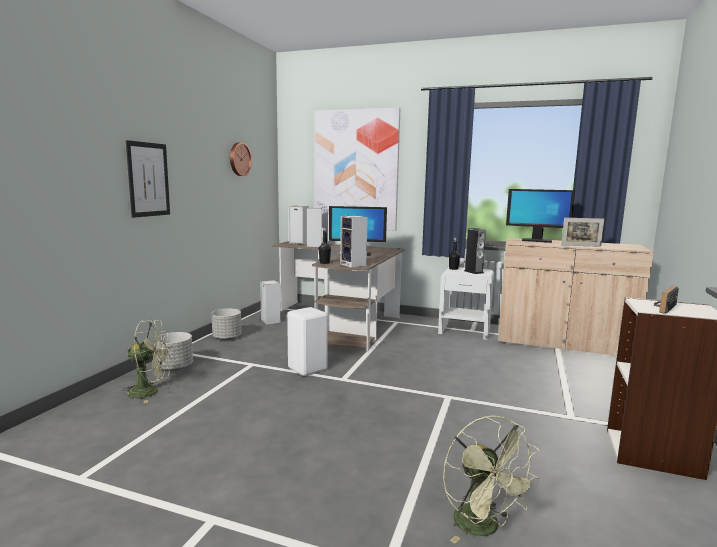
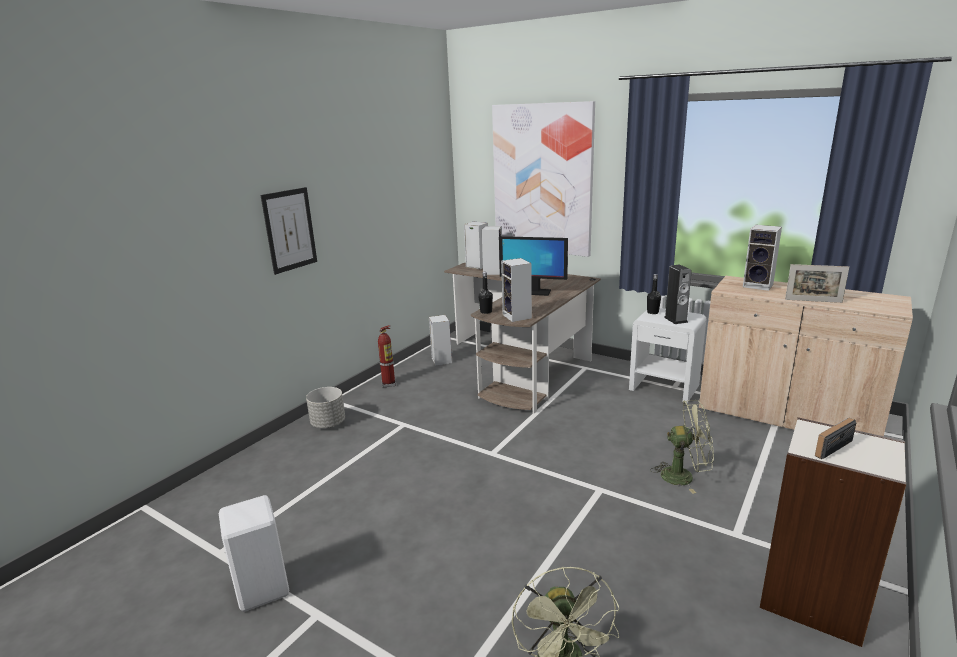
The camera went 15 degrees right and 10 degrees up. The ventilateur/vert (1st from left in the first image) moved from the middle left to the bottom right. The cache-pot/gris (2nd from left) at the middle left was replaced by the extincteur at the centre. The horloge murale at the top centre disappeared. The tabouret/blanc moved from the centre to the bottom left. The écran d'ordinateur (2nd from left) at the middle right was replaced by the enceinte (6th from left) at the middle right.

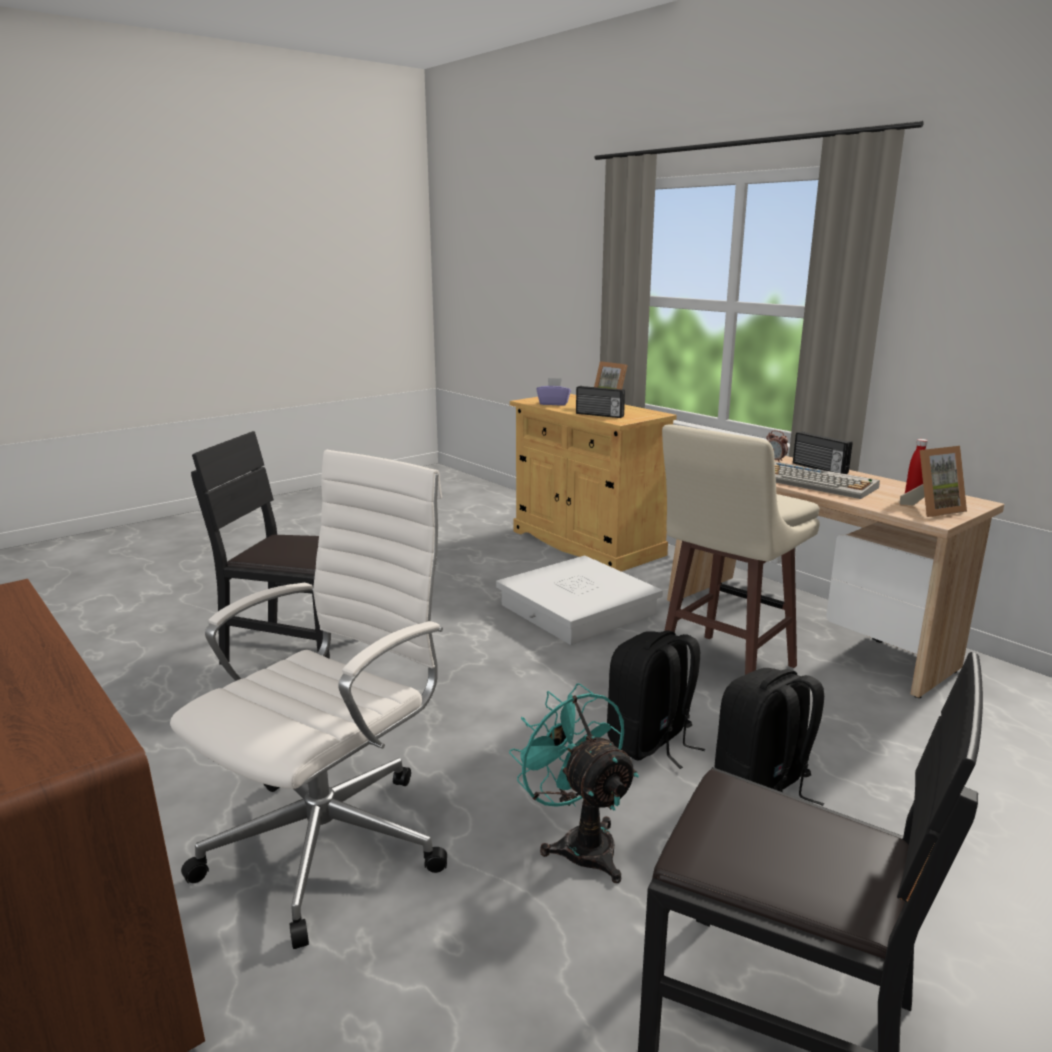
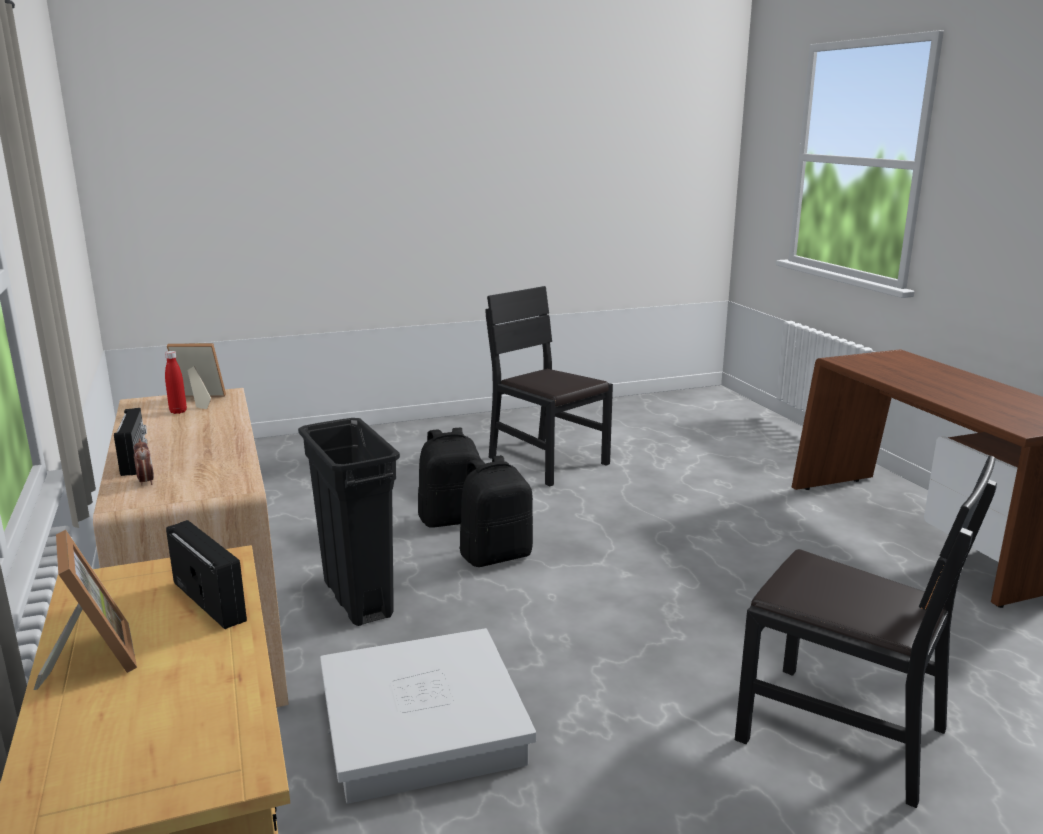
The camera went 160 degrees left and 0 degrees up. The chaise de bureau/blanc at the middle left disappeared. The ventilateur/turquoise at the bottom centre disappeared. The boîte à mouchoirs/violet at the centre disappeared. The tabouret/beige at the middle right was replaced by the poubelle/noir at the centre. The clavier at the middle right disappeared.

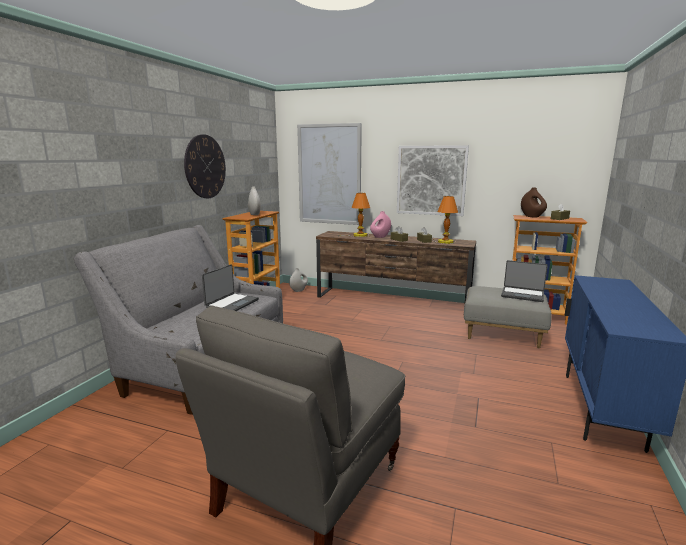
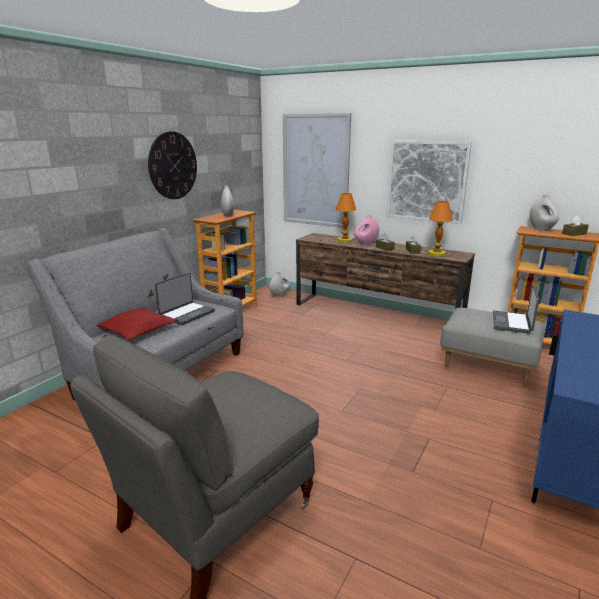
The camera went 10 degrees right and 5 degrees up. The ordinateur portable (2nd from left) at the middle right turned 75 degrees clockwise. The vase/marron at the middle right became the vase/blanc (3rd from left) at the middle right. The coussin/rouge at the middle left appeared.

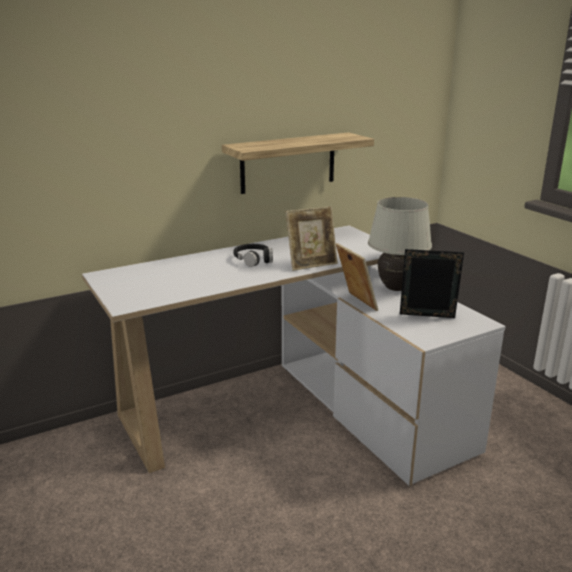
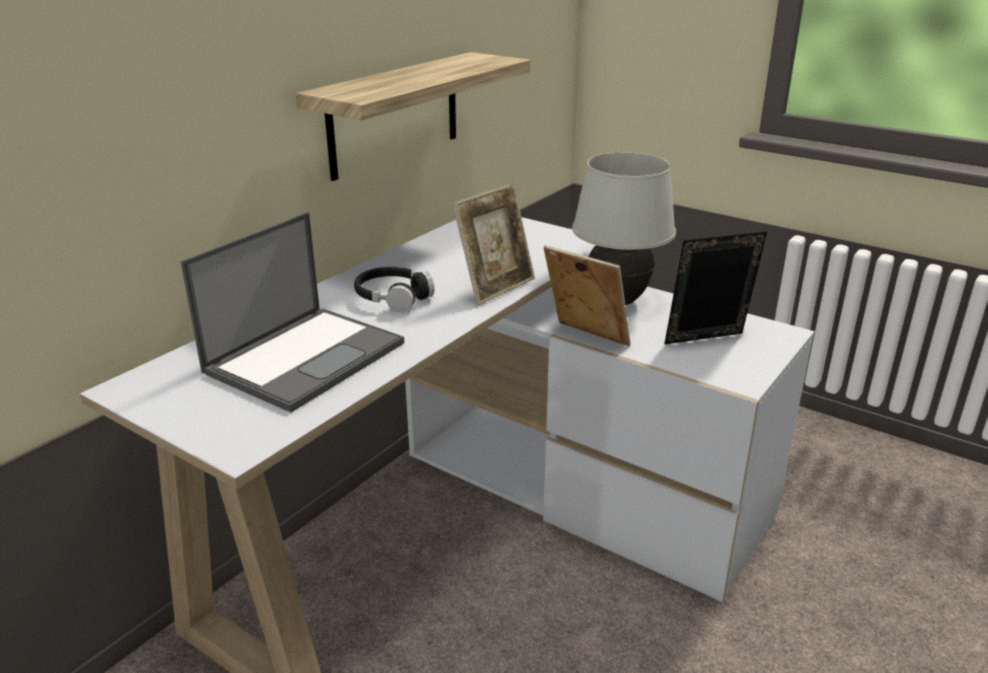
The camera went 25 degrees left and 5 degrees up. The ordinateur portable at the middle left appeared.

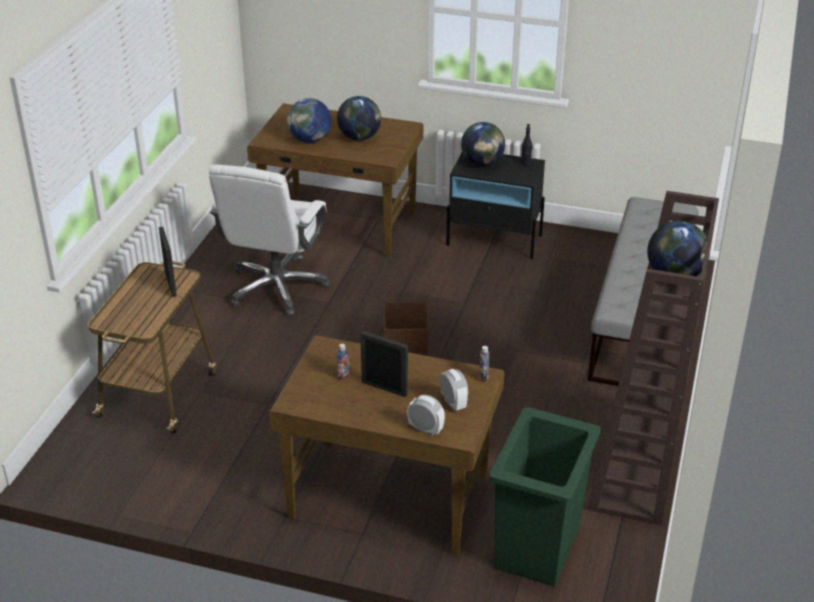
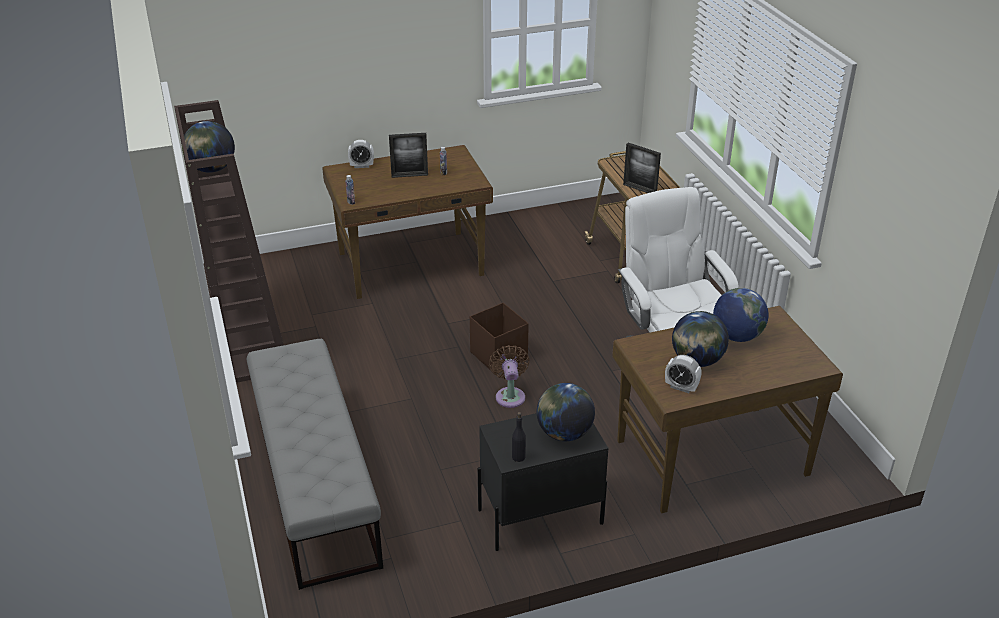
The camera went 145 degrees right and 0 degrees up. The réveil (2nd from left) moved from the centre to the middle right. The poubelle/vert at the bottom right disappeared. The ventilateur/marron at the centre appeared.

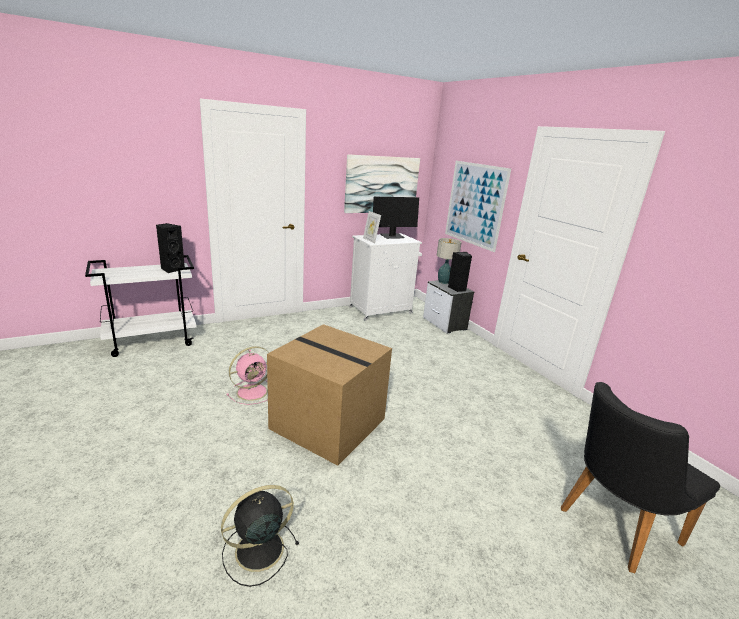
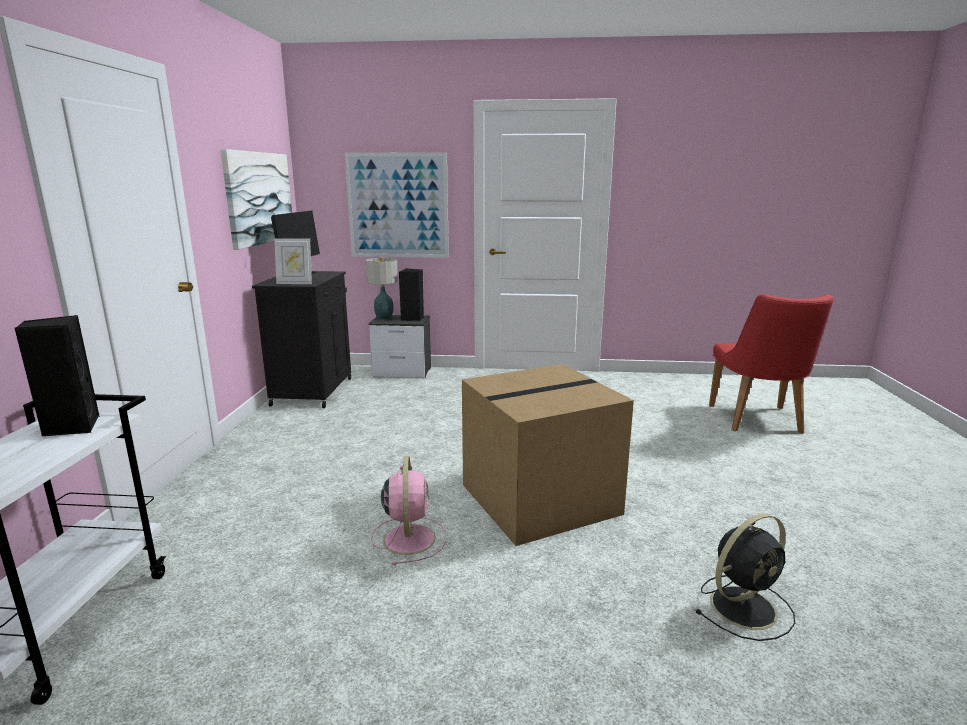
The camera went 55 degrees left and 5 degrees down. The ventilateur/noir at the bottom centre turned 120 degrees counterclockwise. The meuble de rangement/blanc at the centre became the meuble de rangement/noir at the middle left. The chaise/noir at the bottom right became the chaise/rouge at the middle right.

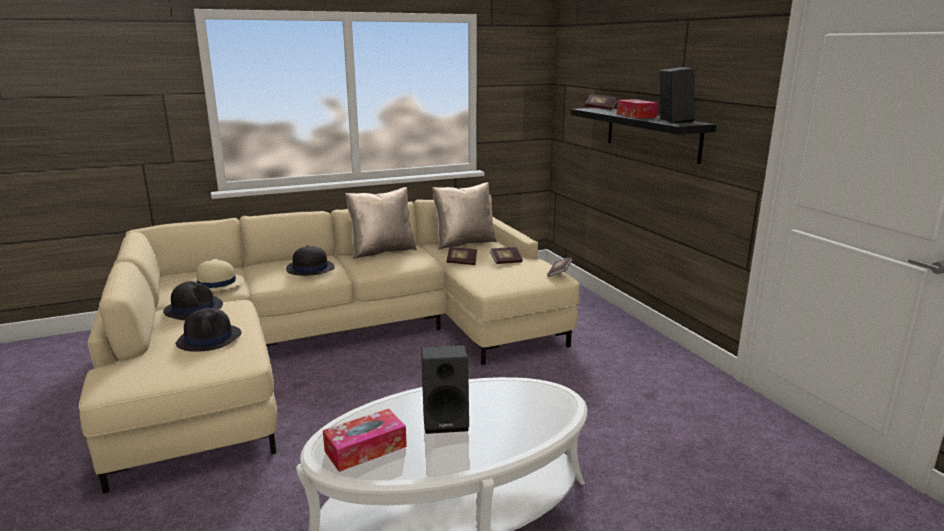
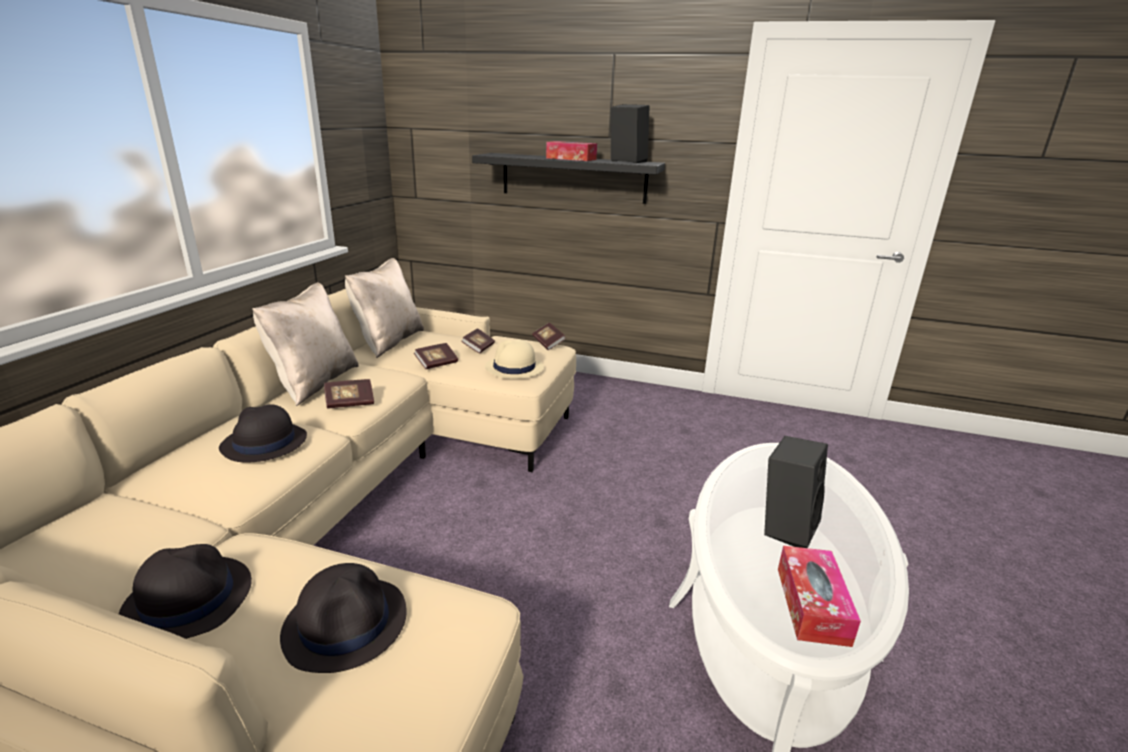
The camera went 50 degrees left and 5 degrees up. The chapeau/beige moved from the middle left to the centre. The livre (4th from left in the first image) moved from the top centre to the middle left.

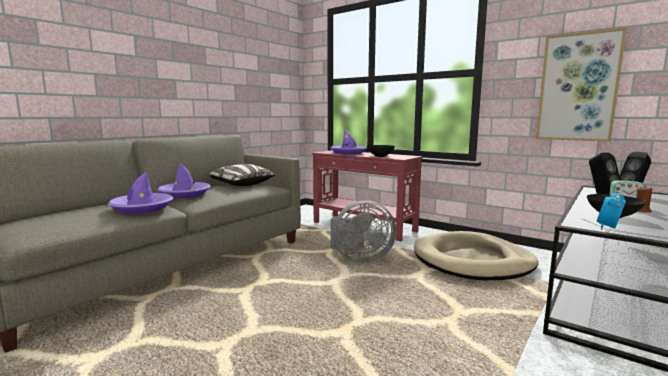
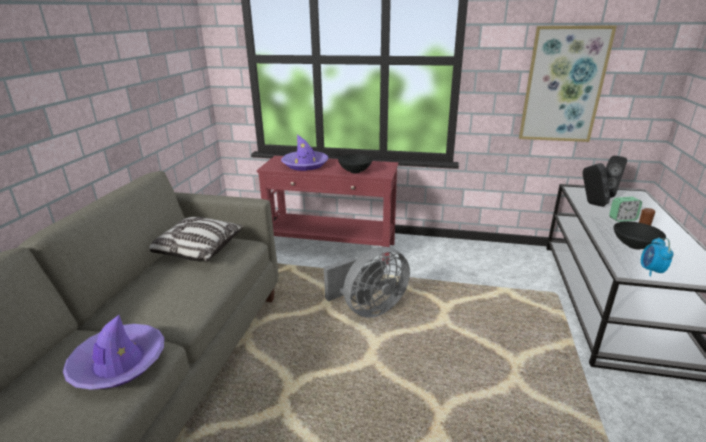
The camera went 25 degrees left and 15 degrees up. The chapeau/violet (2nd from left) at the middle left disappeared. The panier pour chien/beige at the bottom right disappeared.

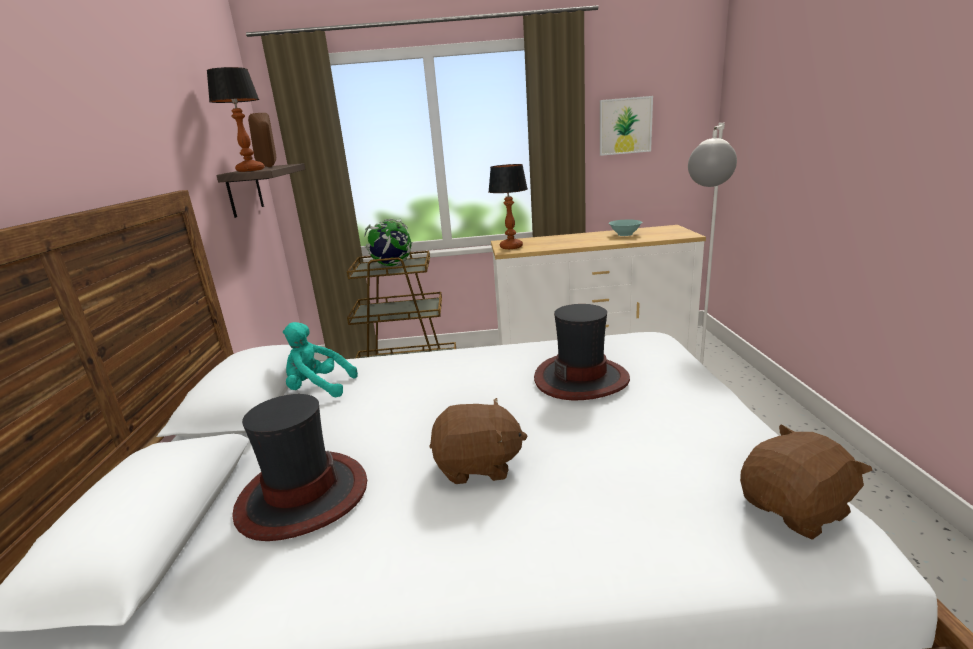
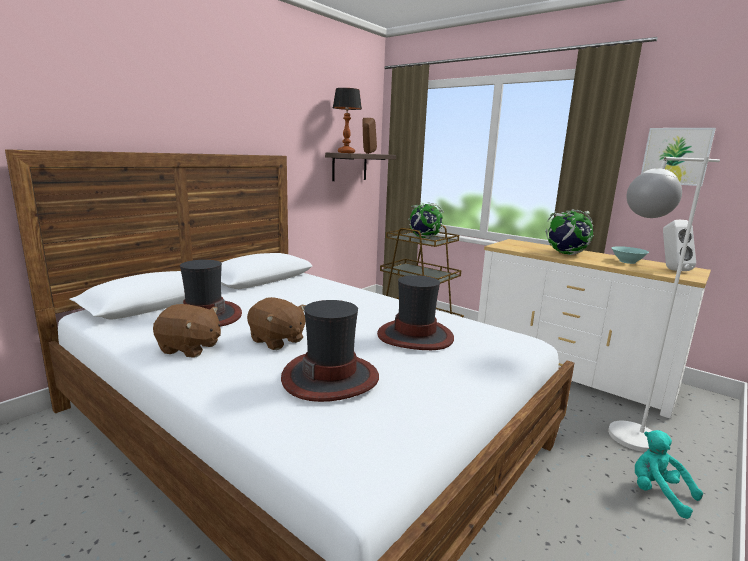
The camera went 40 degrees right and 5 degrees down. The peluche/turquoise moved from the middle left to the bottom right. The lampe de table (2nd from left) at the top centre disappeared. The peluche/marron (2nd from left in the first image) moved from the bottom right to the middle left. The chapeau (2nd from left) at the centre appeared. The globe (2nd from left) at the middle right appeared. The enceinte/blanc at the middle right appeared.

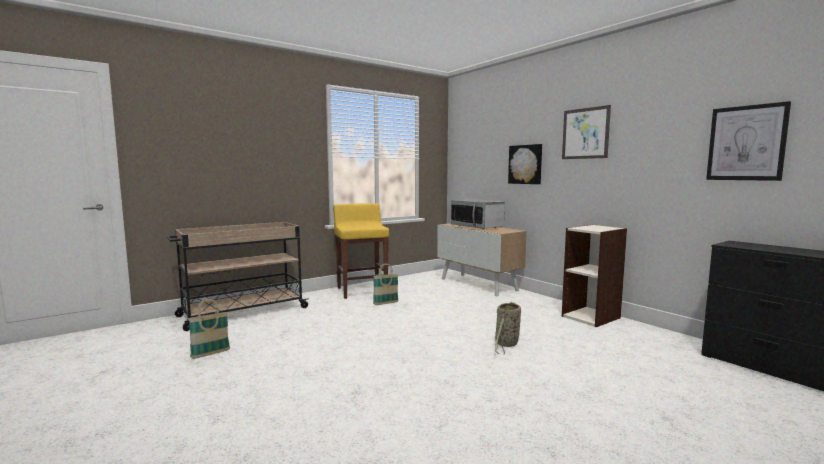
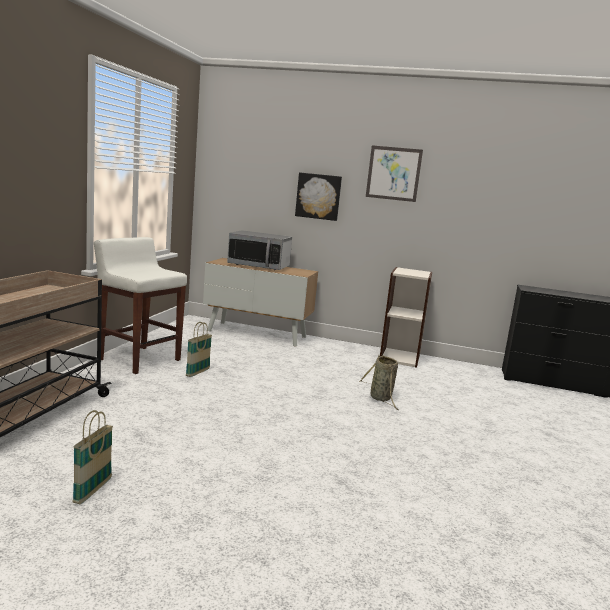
The camera went 40 degrees left and 5 degrees up. The tabouret/jaune at the centre became the tabouret/blanc at the middle left. The tableau (3rd from left) at the top right disappeared.

